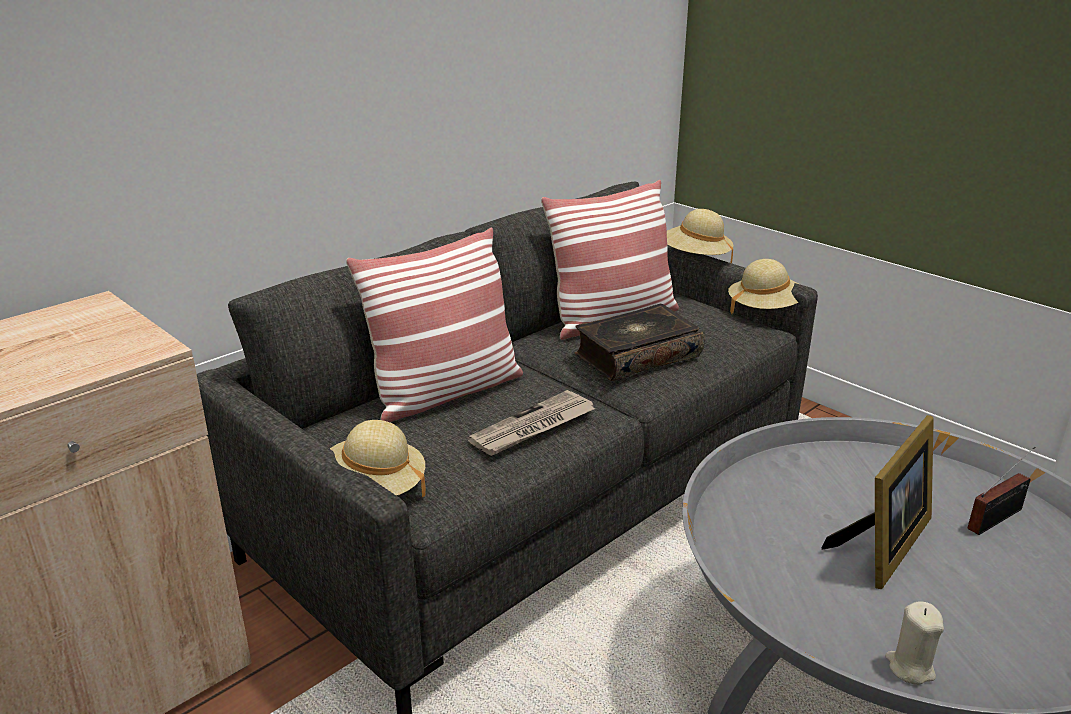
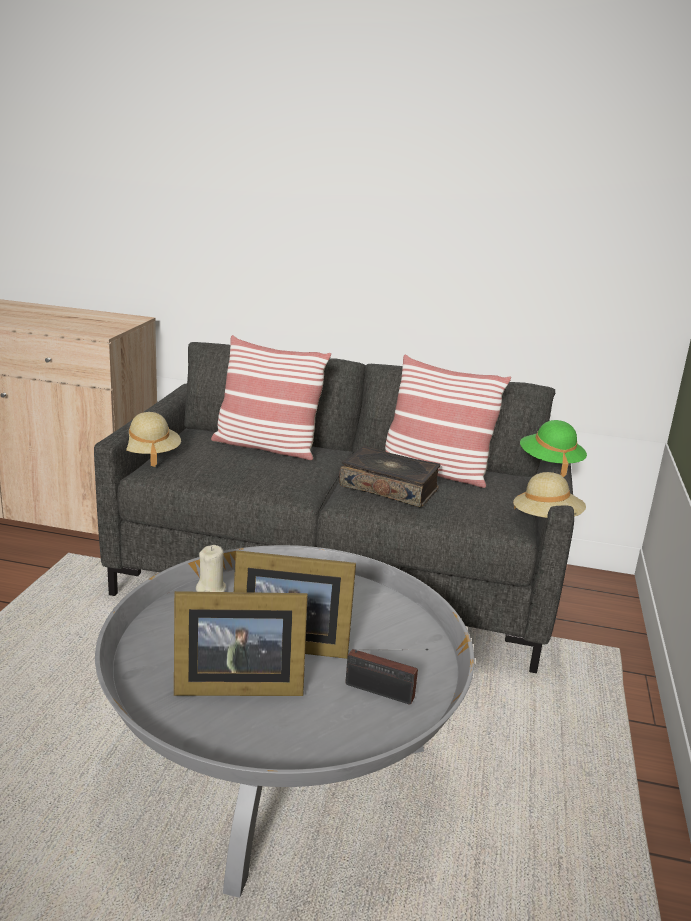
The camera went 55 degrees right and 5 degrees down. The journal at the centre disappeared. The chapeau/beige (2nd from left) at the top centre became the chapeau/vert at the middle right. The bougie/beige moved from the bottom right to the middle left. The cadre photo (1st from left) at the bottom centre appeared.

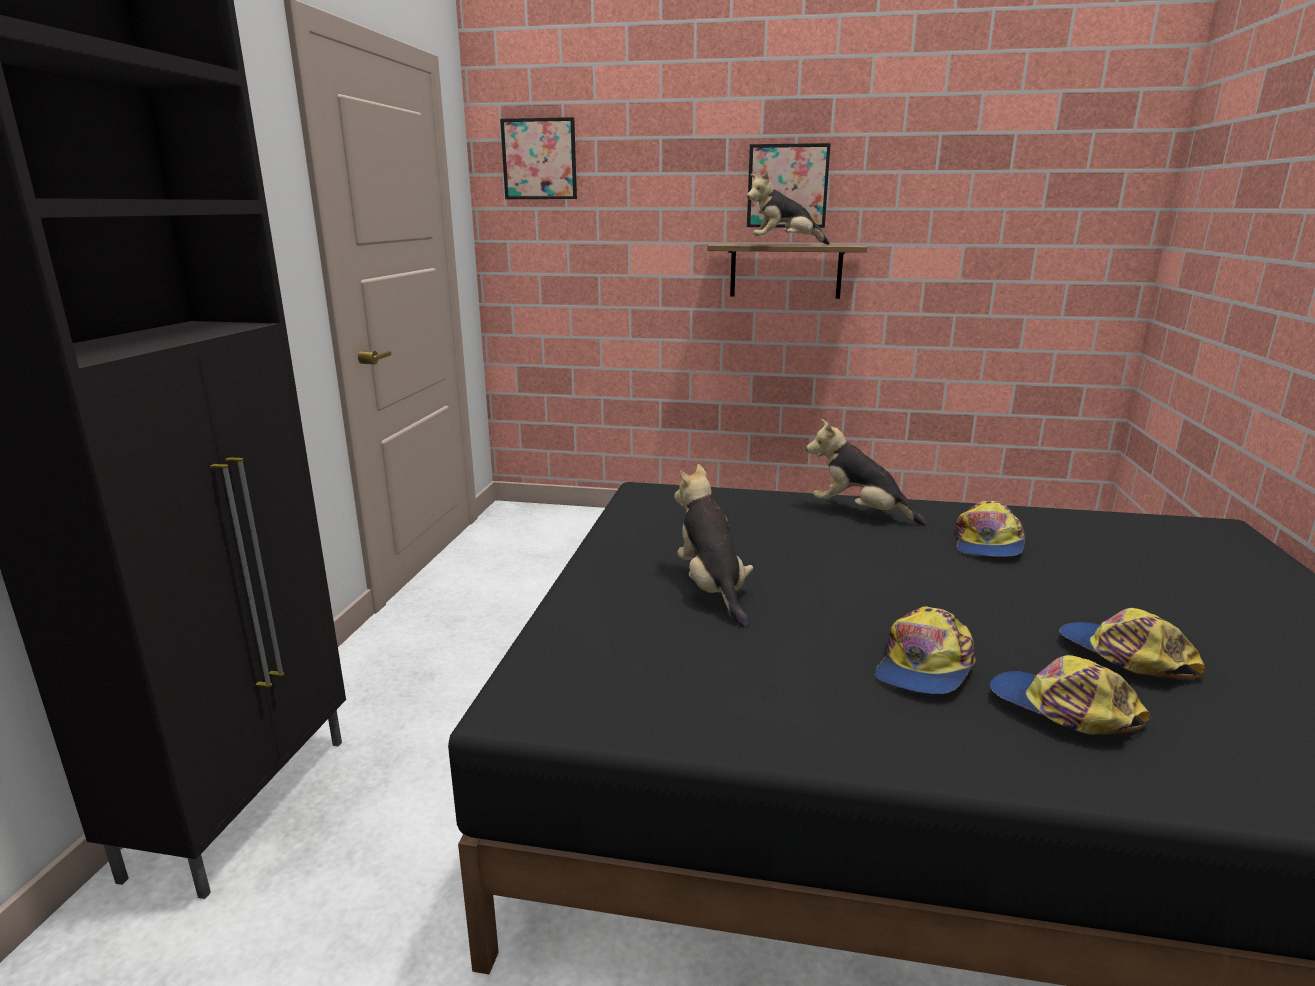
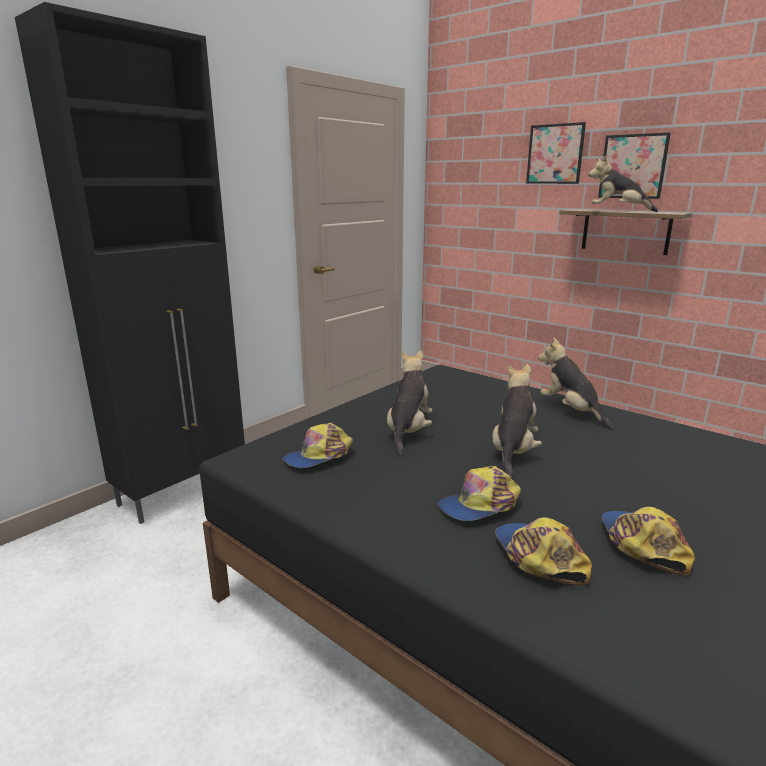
The camera went 30 degrees right and 0 degrees up. The tableau (1st from left) moved from the top centre to the top right. The casquette (2nd from left in the first image) moved from the middle right to the centre. The peluche (2nd from left) at the middle right appeared.

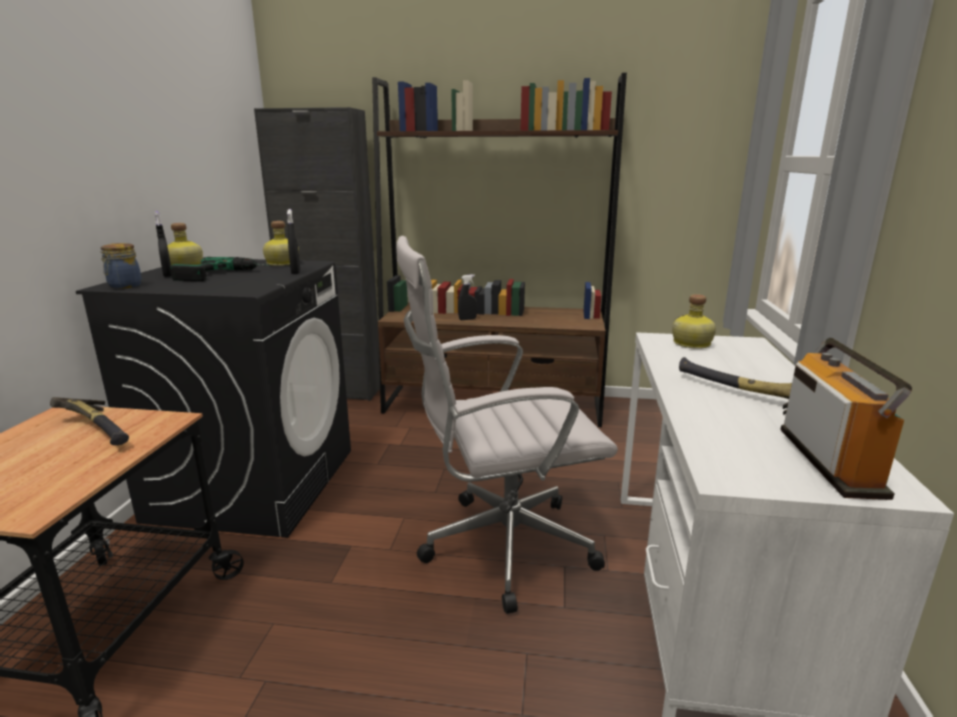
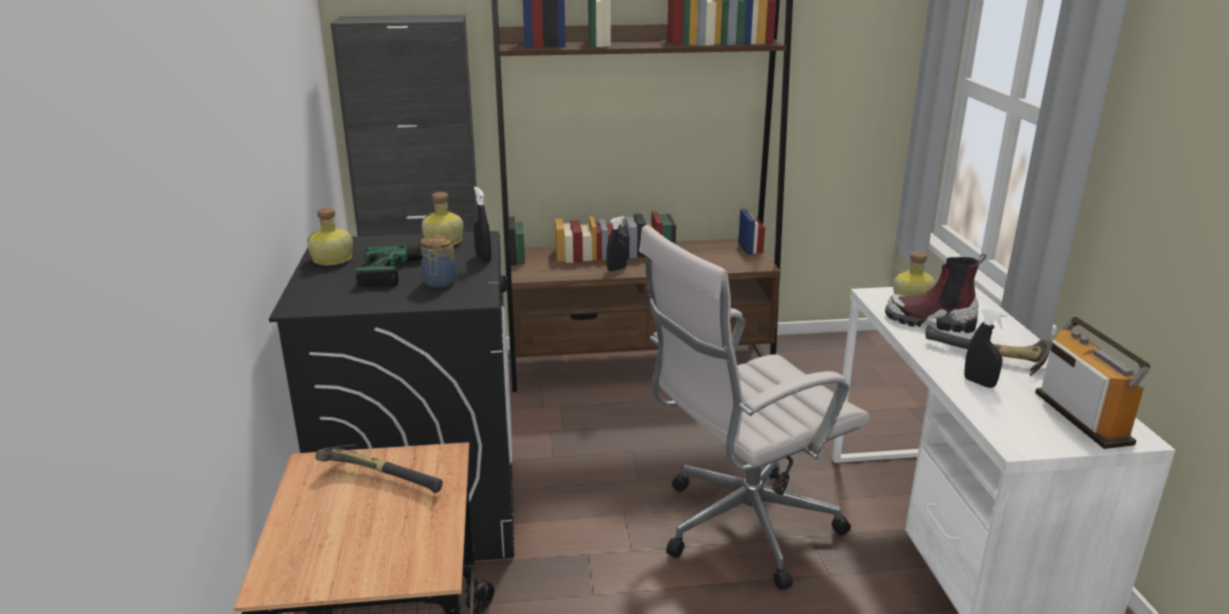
The camera went 15 degrees left and 5 degrees up. The bocal moved from the middle left to the centre. The vaporisateur/noir (1st from left in the first image) moved from the middle left to the middle right. The botte at the middle right appeared.

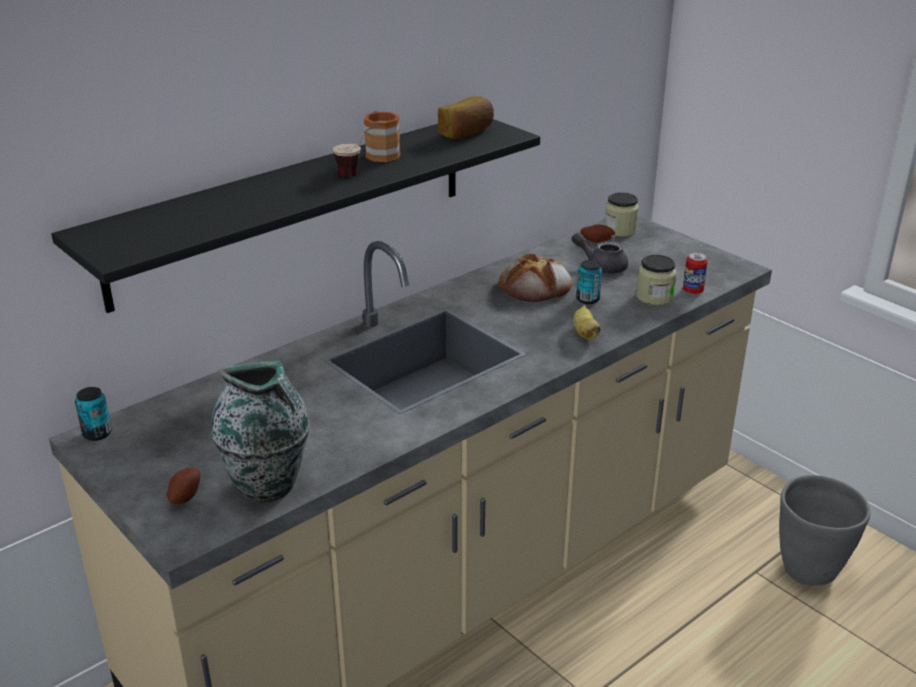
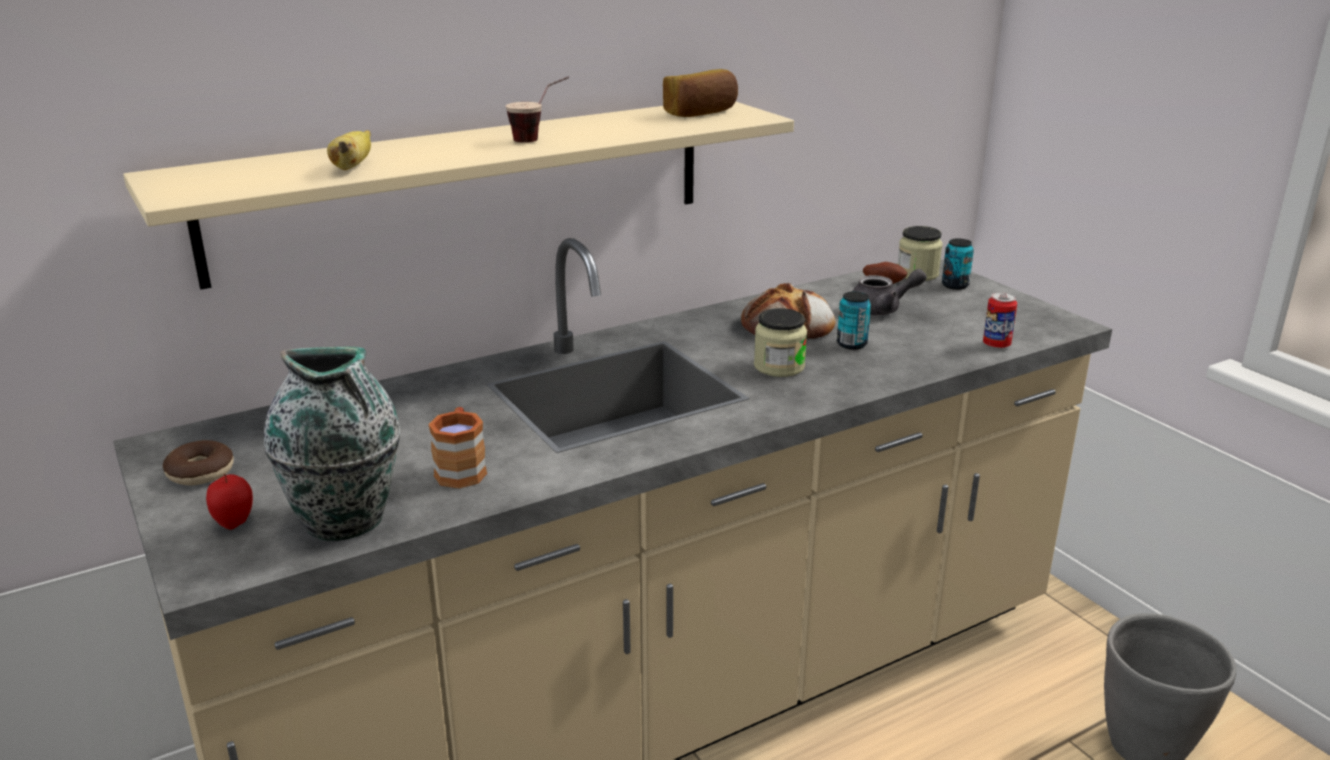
The camera went 10 degrees right and 5 degrees down. The étagère/noir at the top left became the étagère/beige at the top centre. The boîte métallique (1st from left in the first image) moved from the middle left to the middle right. The pomme de terre (1st from left) at the bottom left was replaced by the pomme at the middle left. The mug/marron moved from the top centre to the centre. The théière/gris at the centre turned 135 degrees clockwise. The banane moved from the centre to the top left. The bocal (2nd from left in the first image) moved from the middle right to the centre. The beignet at the middle left appeared.

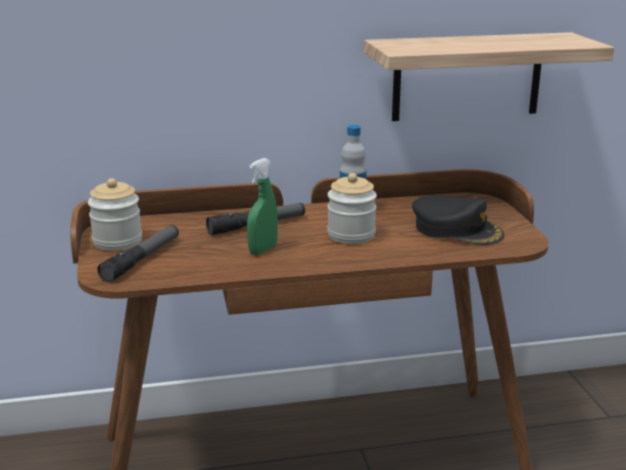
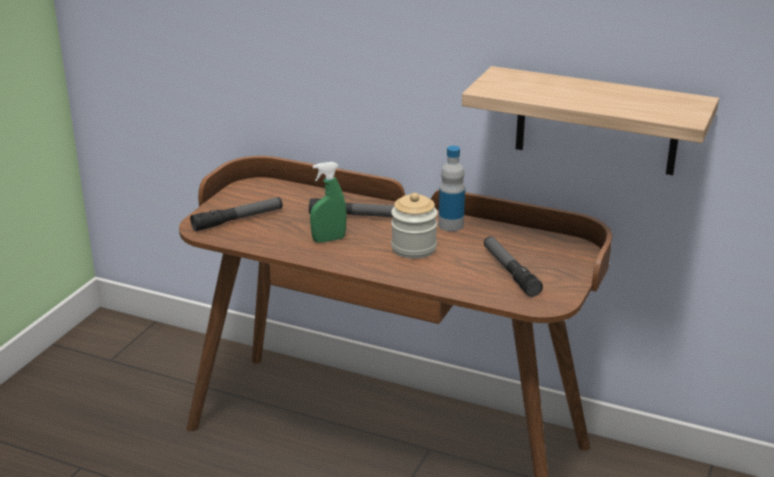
The camera went 35 degrees right and 5 degrees up. The bocal (1st from left) at the middle left disappeared. The casquette/noir at the middle right was replaced by the lampe de poche (3rd from left) at the centre.

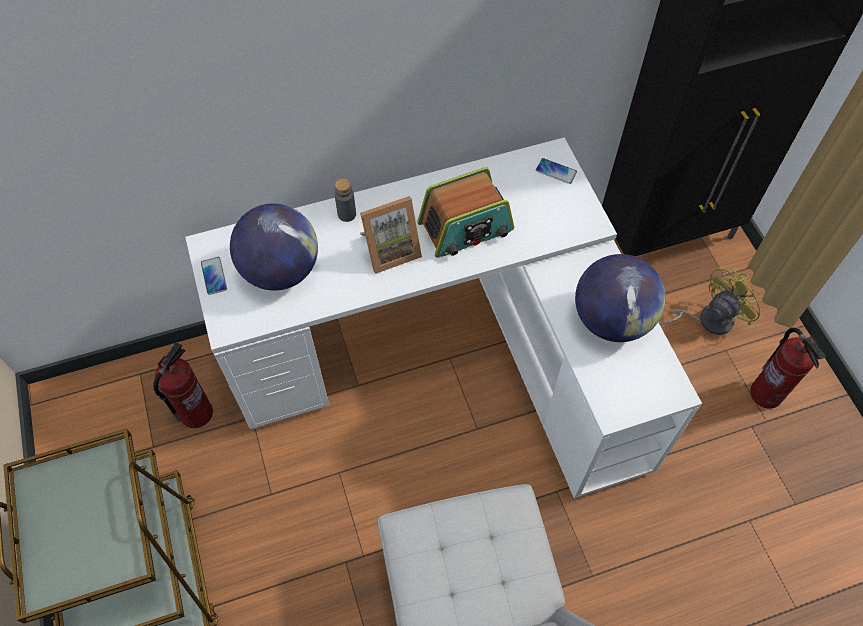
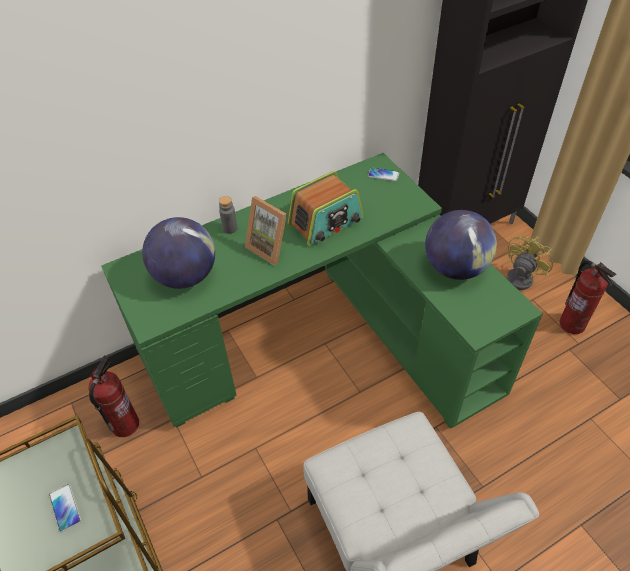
The camera went 10 degrees left and 10 degrees down. The bureau/blanc at the centre became the bureau/vert at the centre. The téléphone (1st from left) moved from the middle left to the bottom left. The cadre photo at the centre turned 75 degrees clockwise.

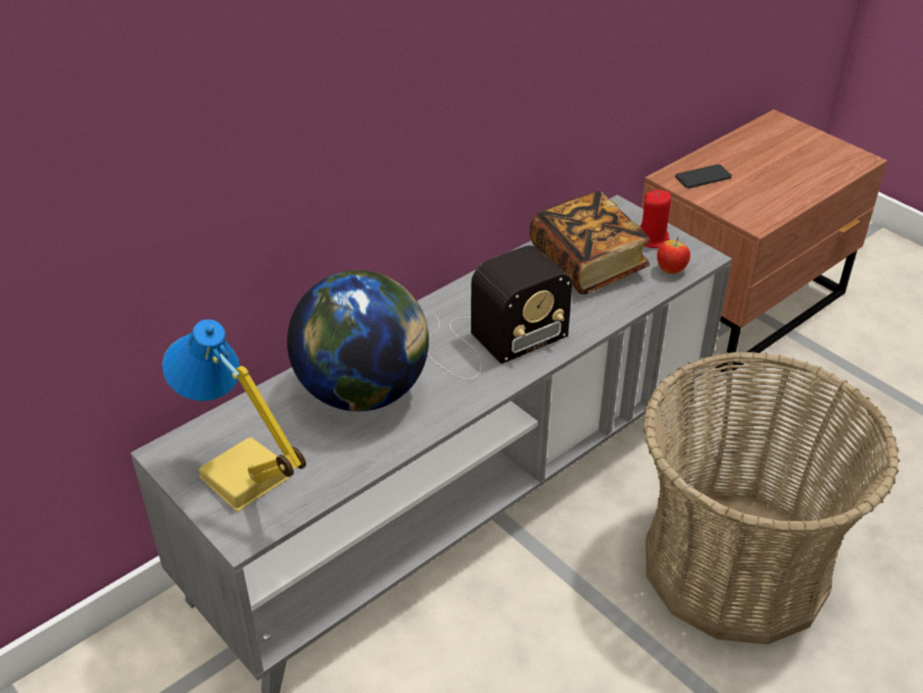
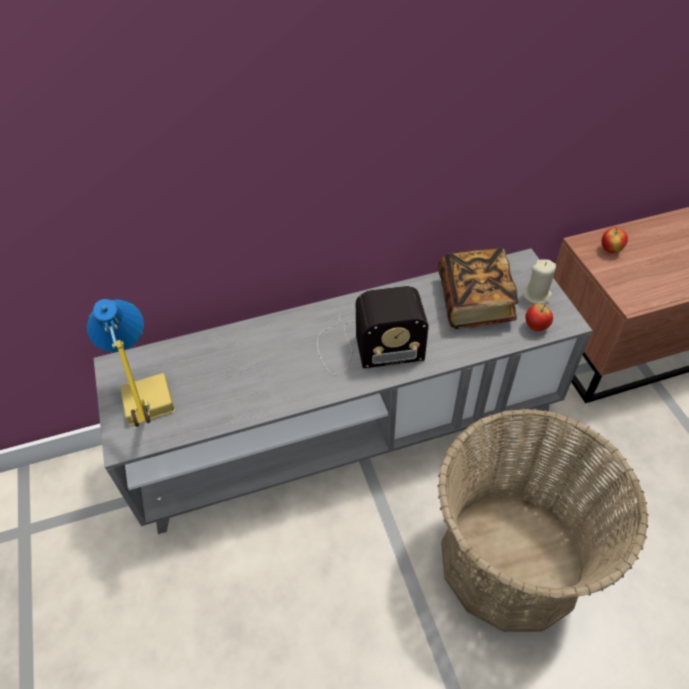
The camera went 25 degrees right and 10 degrees up. The globe at the centre disappeared. The bougie/rouge at the top right became the bougie/beige at the middle right. The téléphone at the top right was replaced by the pomme (2nd from left) at the middle right.

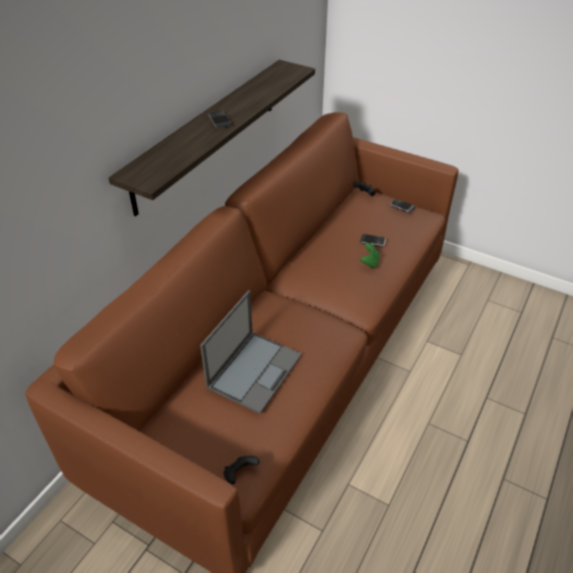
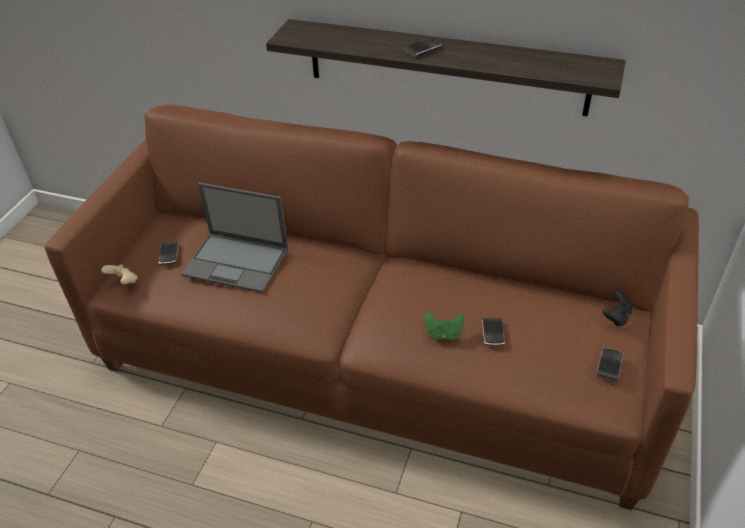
The camera went 80 degrees right and 0 degrees up. The manette/noir (1st from left) at the bottom centre became the manette/beige at the middle left. The téléphone (1st from left) at the middle left appeared.

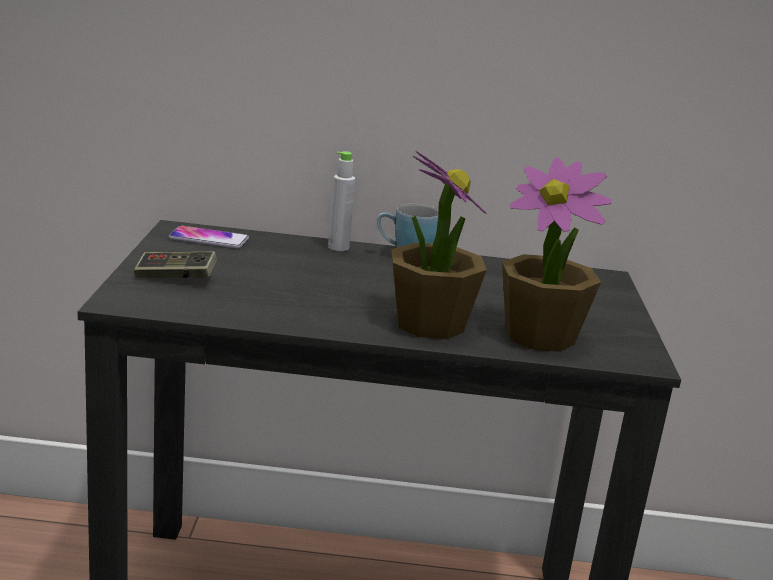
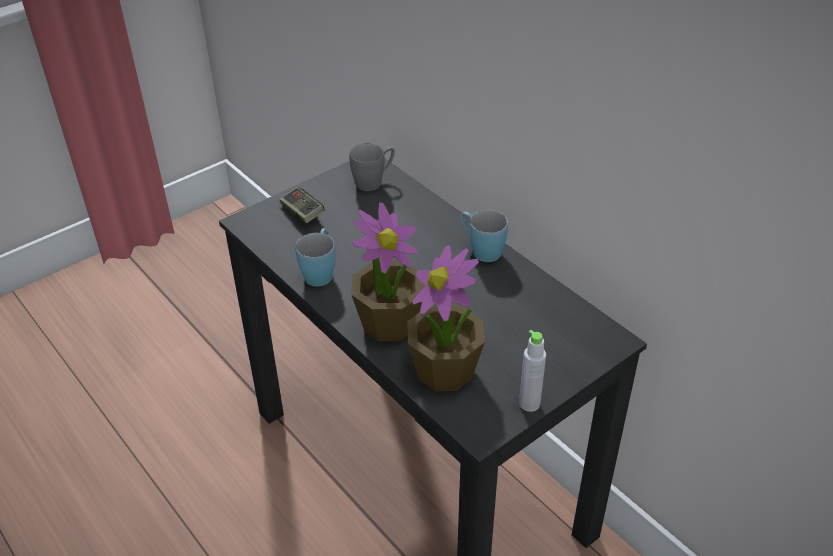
The camera went 50 degrees right and 20 degrees up. The téléphone at the middle left was replaced by the mug/gris at the top centre. The bouteille/gris moved from the centre to the bottom centre. The mug/bleu (1st from left) at the centre appeared.

